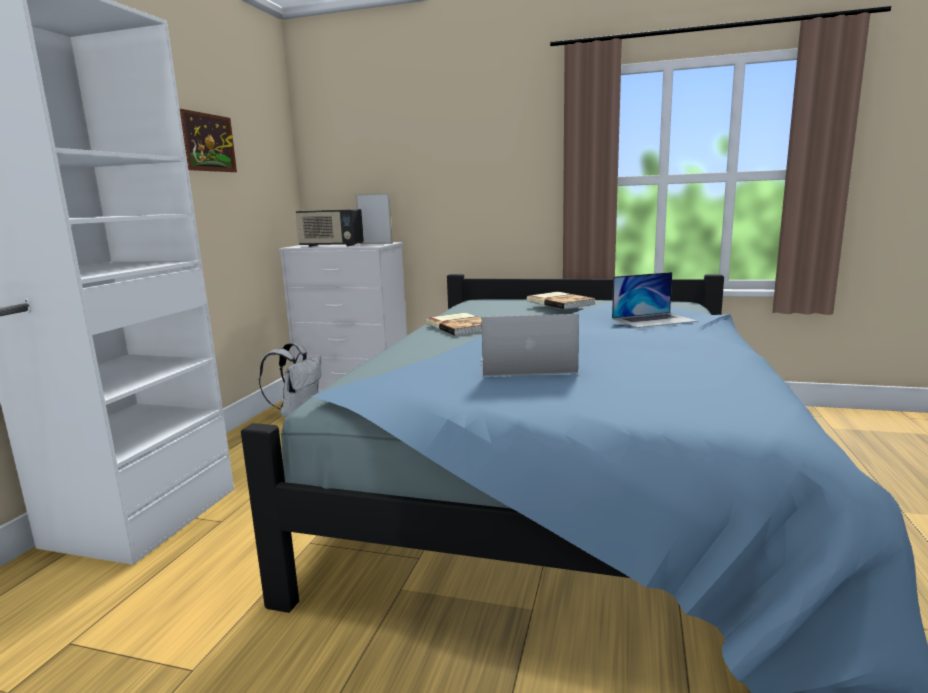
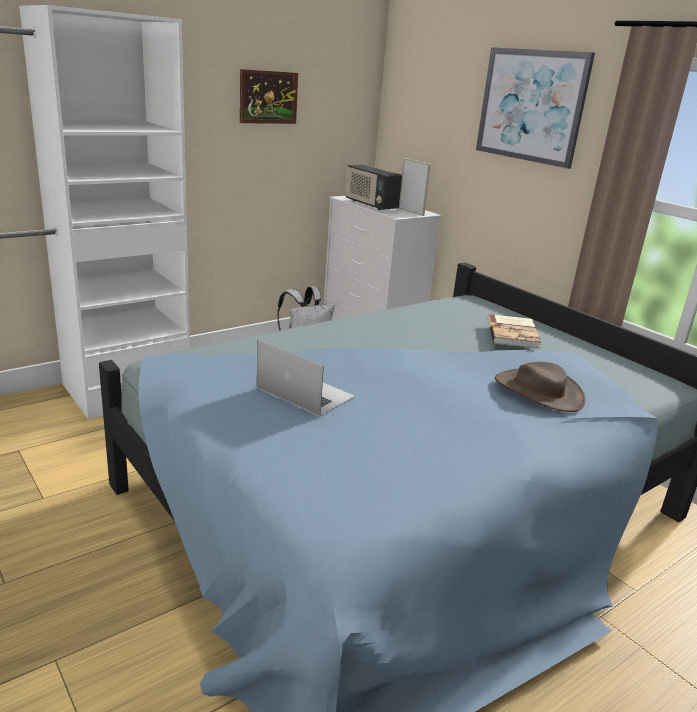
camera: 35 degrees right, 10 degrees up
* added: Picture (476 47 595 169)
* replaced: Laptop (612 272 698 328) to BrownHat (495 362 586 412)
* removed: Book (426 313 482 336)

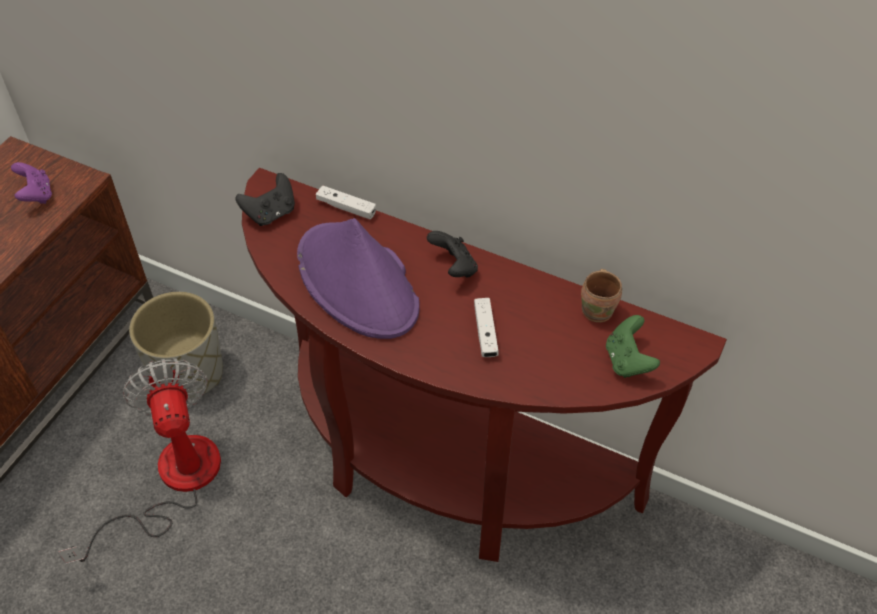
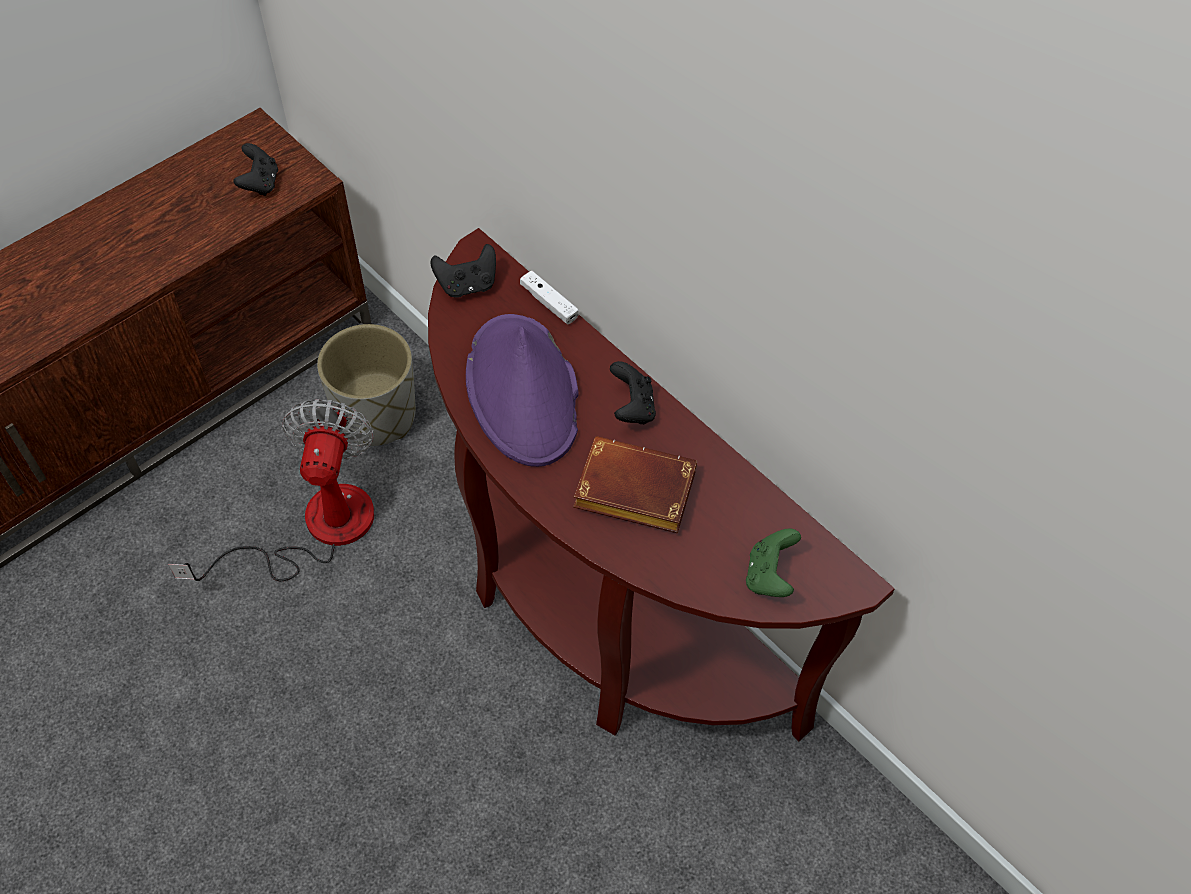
camera: 20 degrees right, 5 degrees up
* recoloured: PurpleGameController (11 162 52 204) to BlackGameController (233 143 278 196)
* replaced: WhiteGameController (474 298 499 357) to BrownBook (573 436 697 533)
* removed: BrownMug (581 269 622 322)

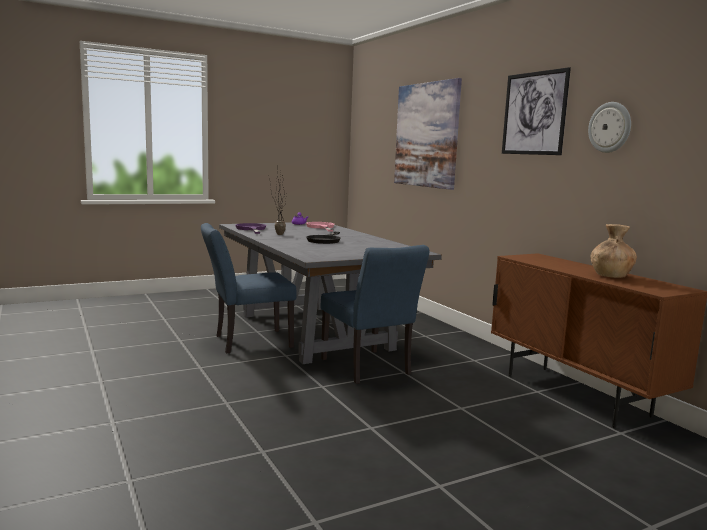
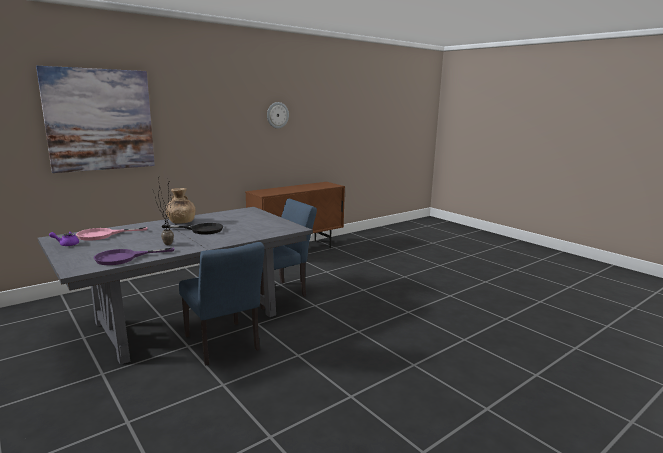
camera: 100 degrees left, 5 degrees up
* moved: BrownVase (591 224 637 278) to (166 188 195 224)
* removed: Picture (502 67 571 155)

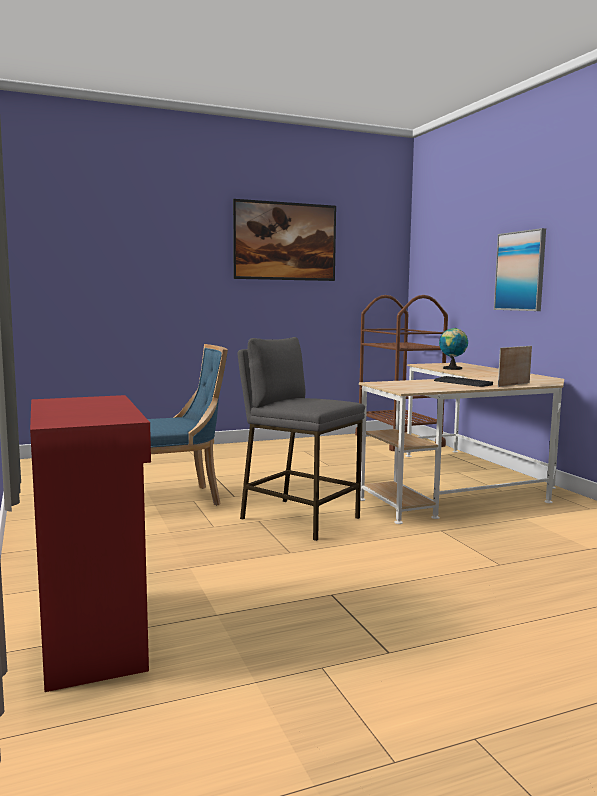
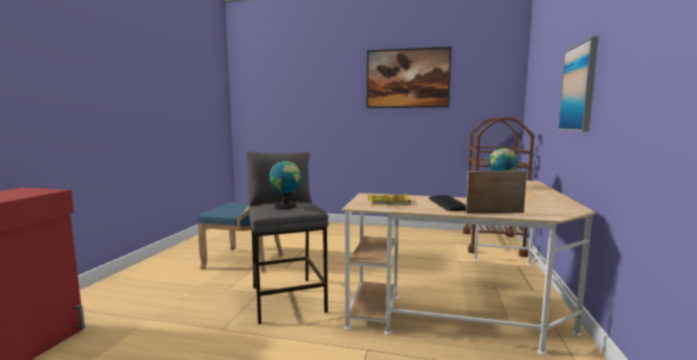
camera: 35 degrees right, 0 degrees up
* added: Globe (269 160 302 209)
* added: Book (368 194 411 205)

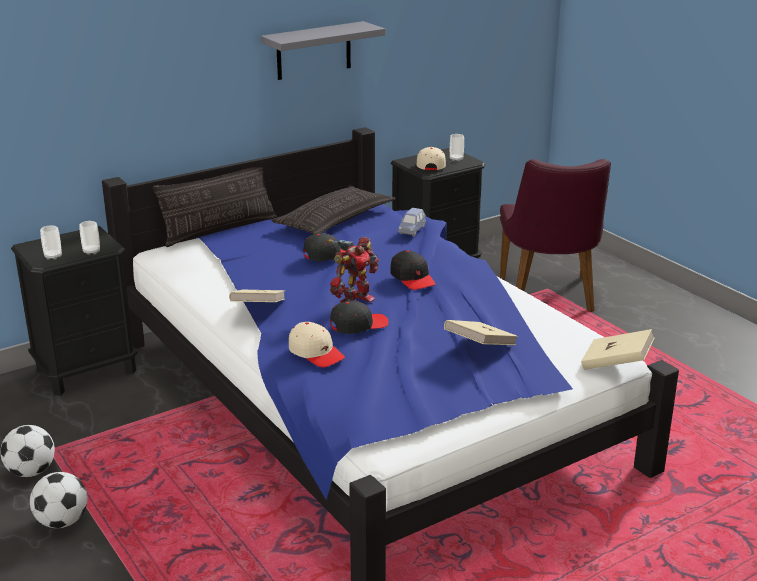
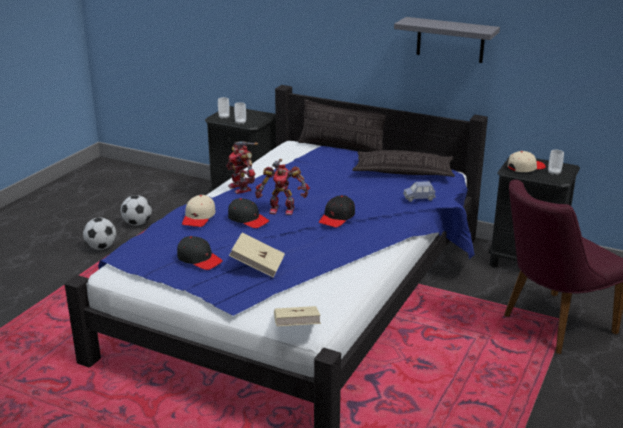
camera: 60 degrees right, 0 degrees up
* moved: BlackCap (303 233 346 261) to (177 236 223 270)
* replaced: BeigeBook (229 290 285 302) to ToyRobot (226 142 258 194)

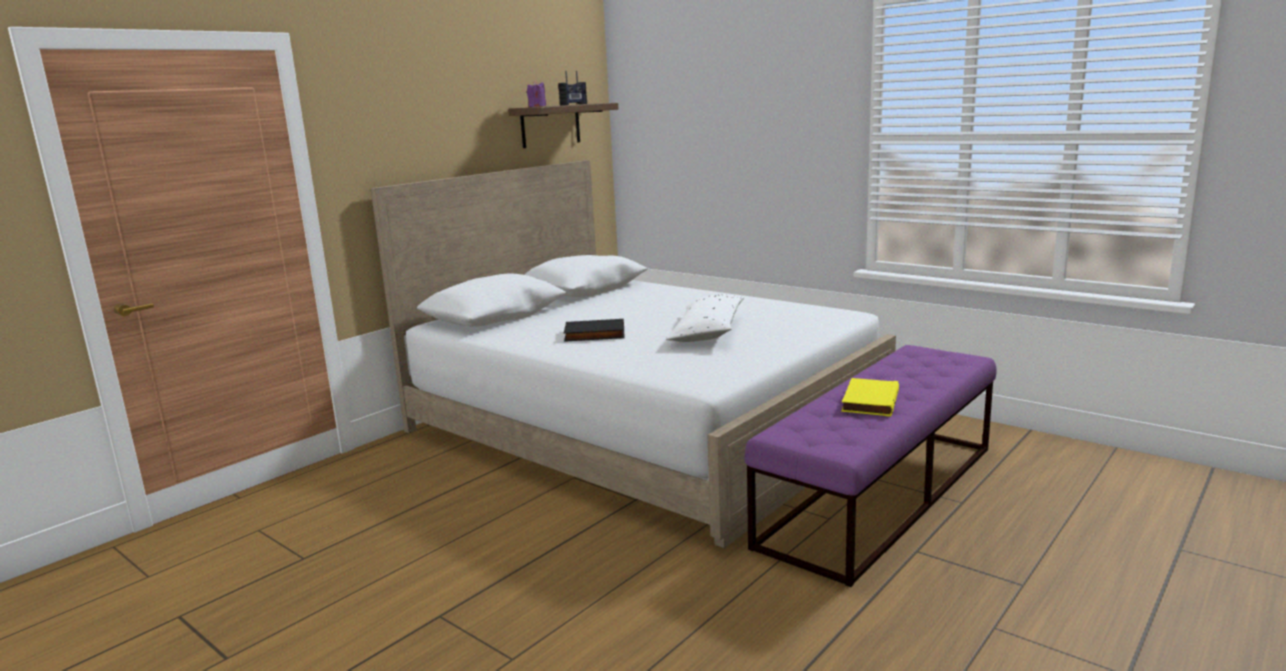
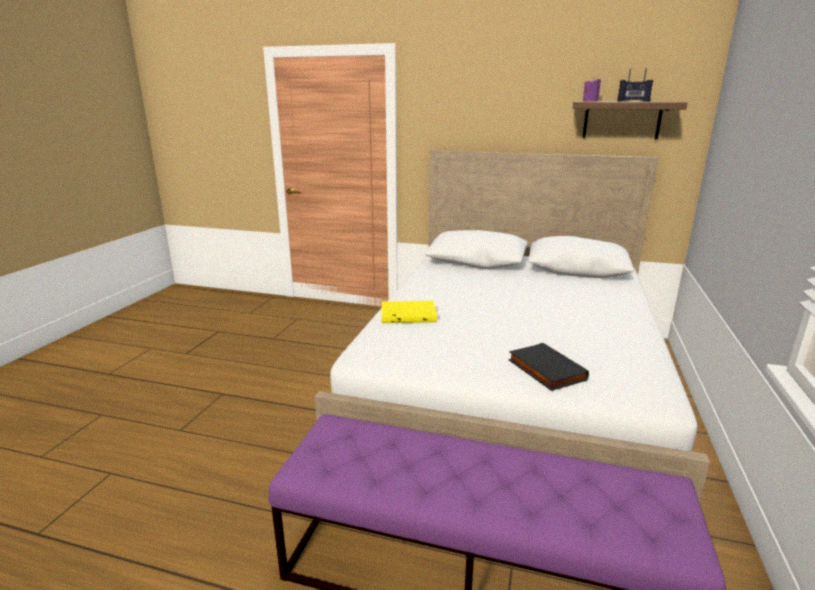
camera: 65 degrees right, 5 degrees up
* moved: YellowBook (841 378 899 417) to (382 301 437 323)
* moved: BlackBook (564 319 624 342) to (508 343 589 391)
* removed: WhitePillow (666 294 744 342)

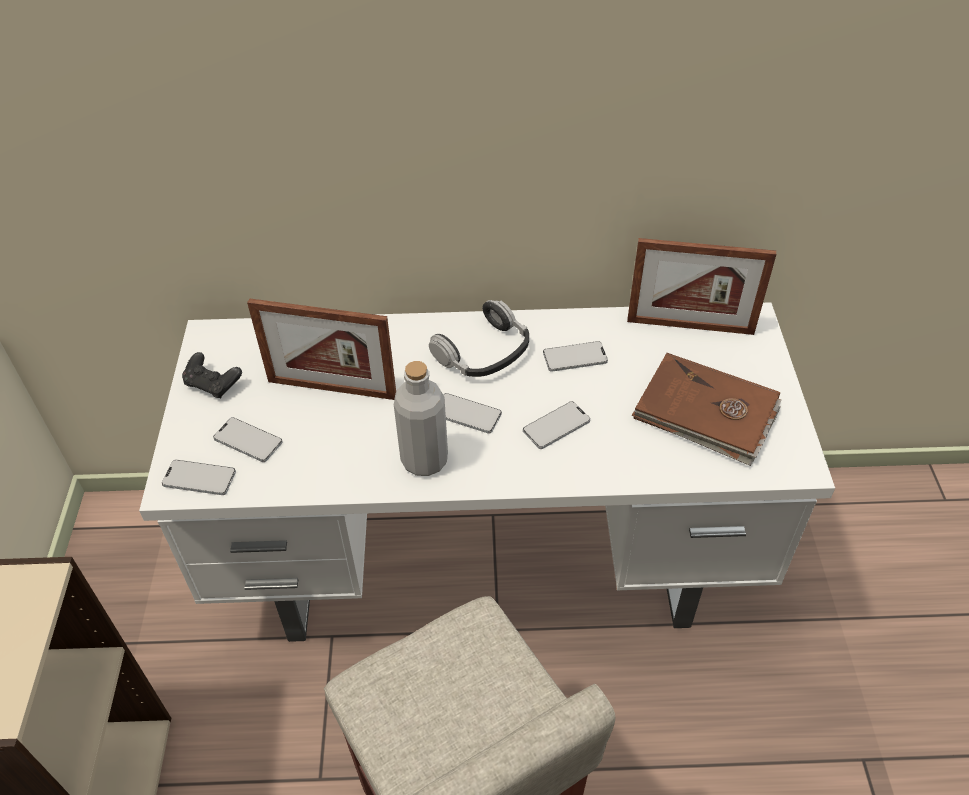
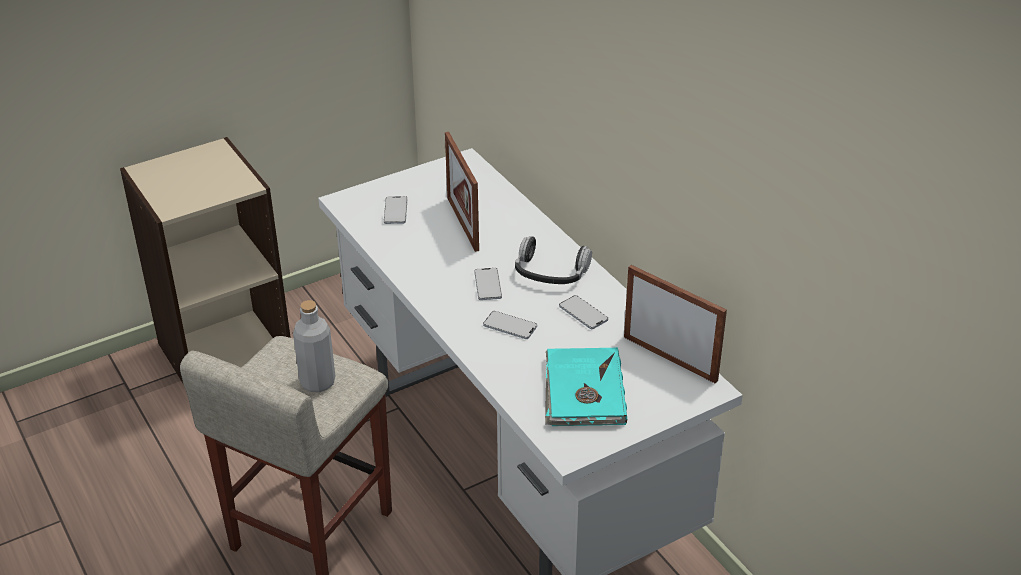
camera: 60 degrees right, 10 degrees down
* moved: GreyBottle (394 361 448 476) to (293 300 336 392)
* recoloured: BrownBook (631 353 781 466) to TurquoiseBook (545 347 627 426)
* turned: PictureFrame (627 238 776 335) = (624 265 727 384) 150 degrees clockwise
* removed: Phone (162 460 236 495)
* removed: BlackGameController (182 352 242 398)

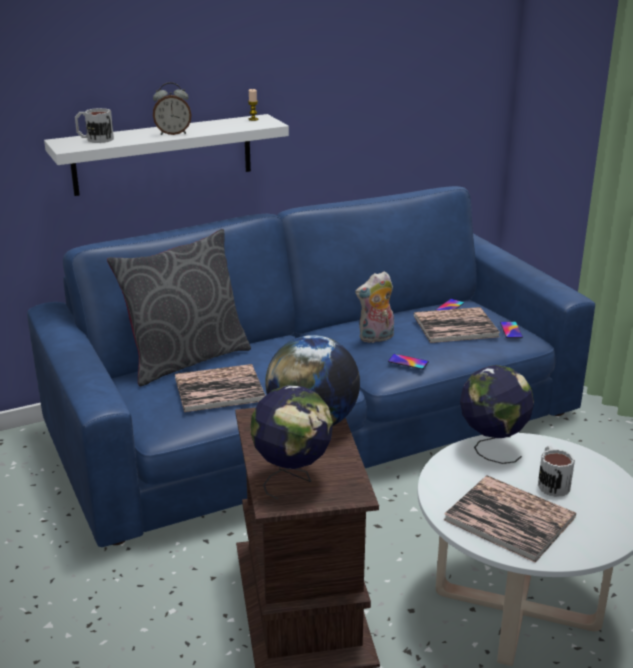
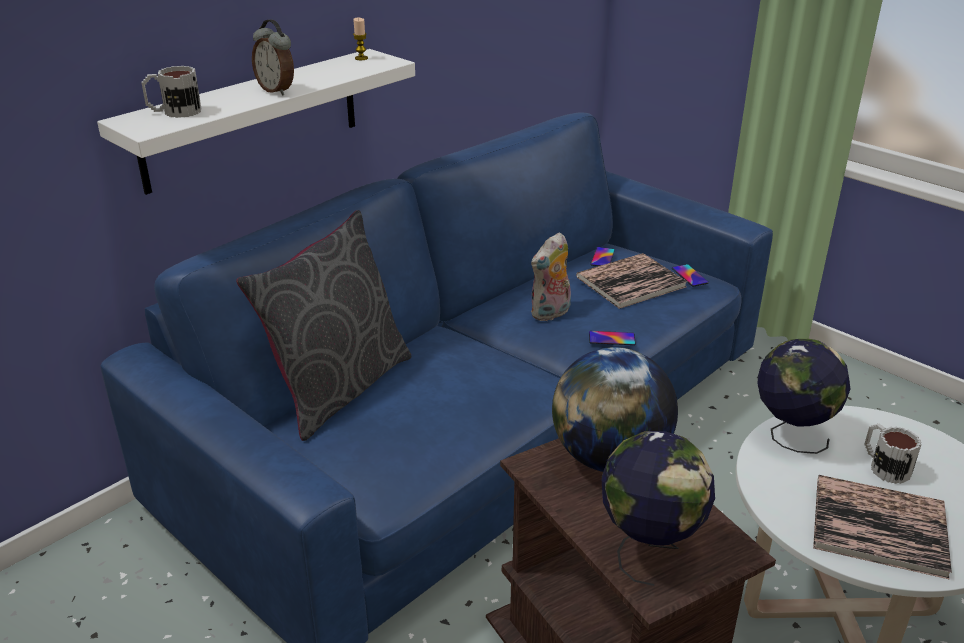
camera: 20 degrees left, 5 degrees up
* turned: AlarmClock (153 82 191 135) = (252 19 294 95) 75 degrees clockwise
* removed: Book (175 364 266 412)

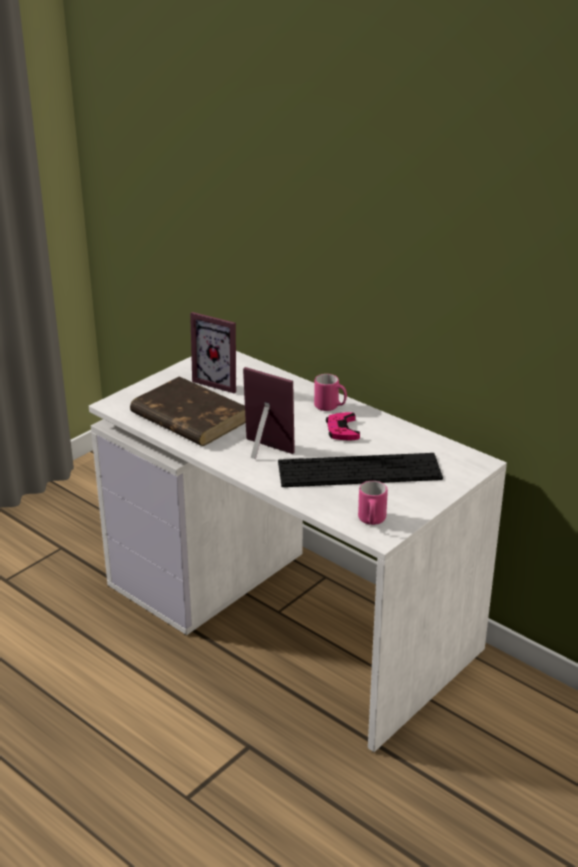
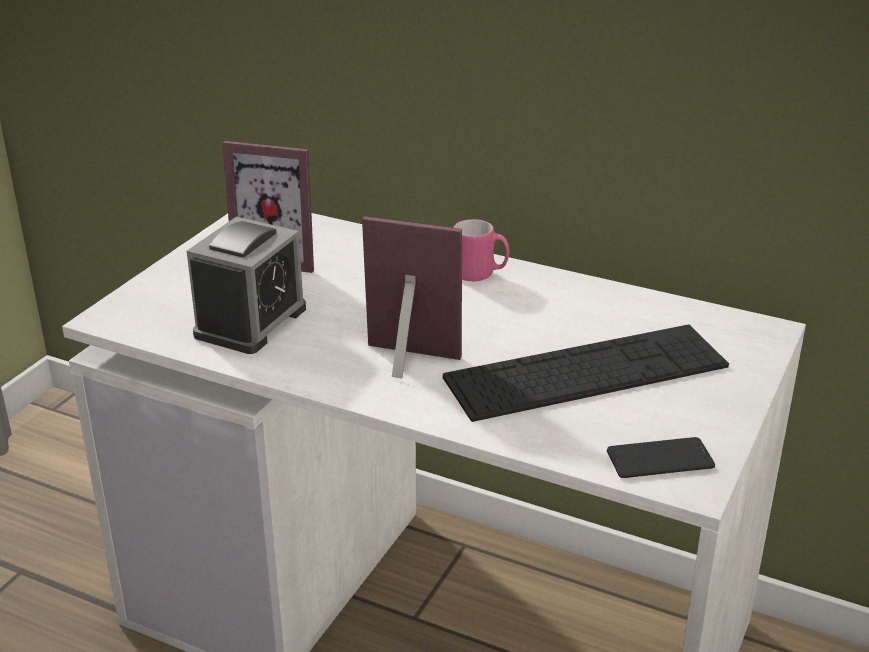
camera: 15 degrees left, 0 degrees up
* replaced: BrownBook (130 376 246 446) to AlarmClock (187 217 306 354)
* replaced: PinkMug (358 481 388 525) to Phone (607 437 715 478)
* removed: PinkGameController (326 412 360 440)

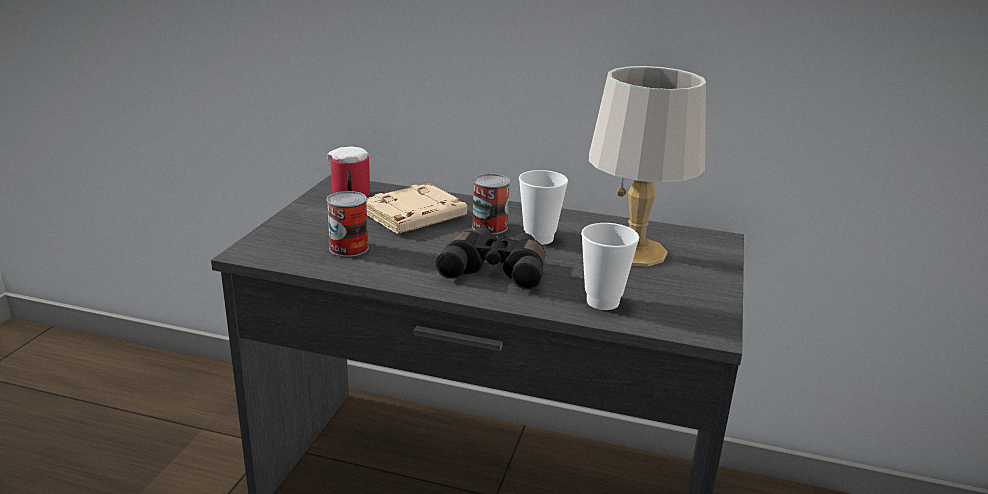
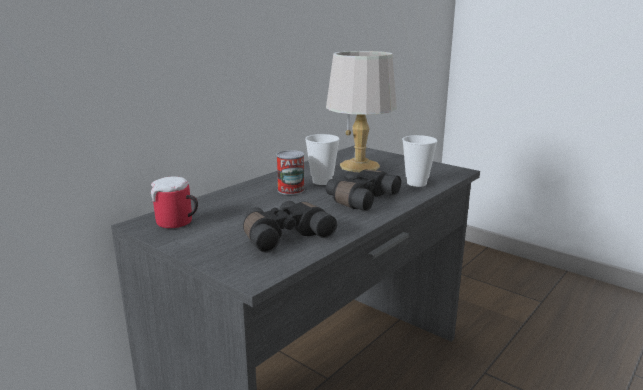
camera: 65 degrees left, 5 degrees down
* replaced: Can (327 191 369 257) to BlackBinoculars (243 201 337 253)
* removed: BeigeBook (366 183 467 234)

